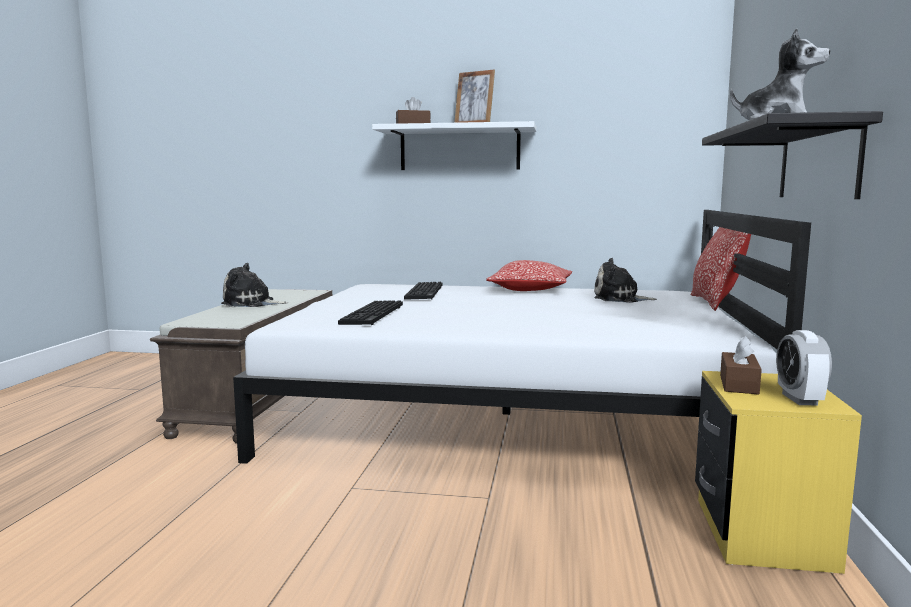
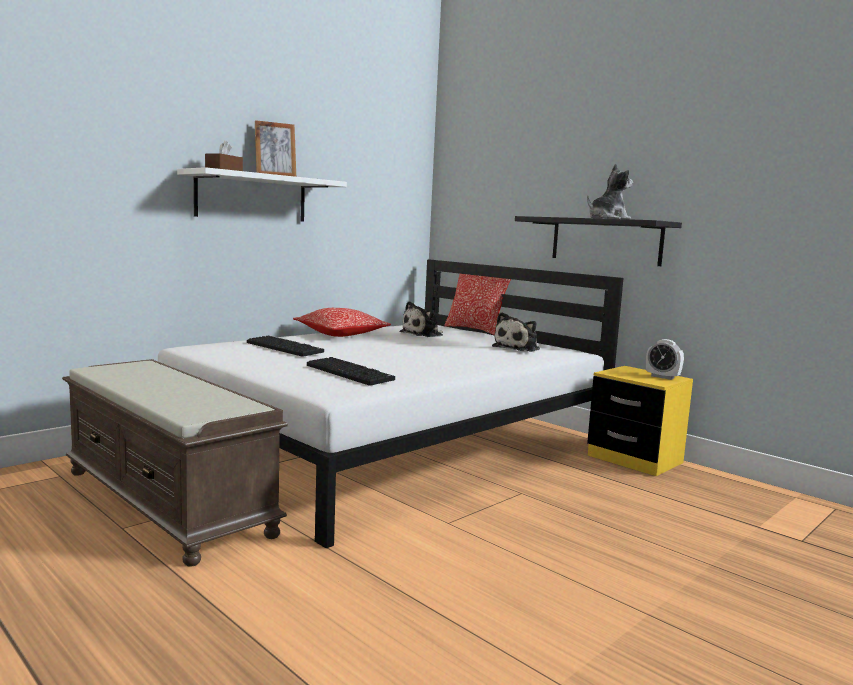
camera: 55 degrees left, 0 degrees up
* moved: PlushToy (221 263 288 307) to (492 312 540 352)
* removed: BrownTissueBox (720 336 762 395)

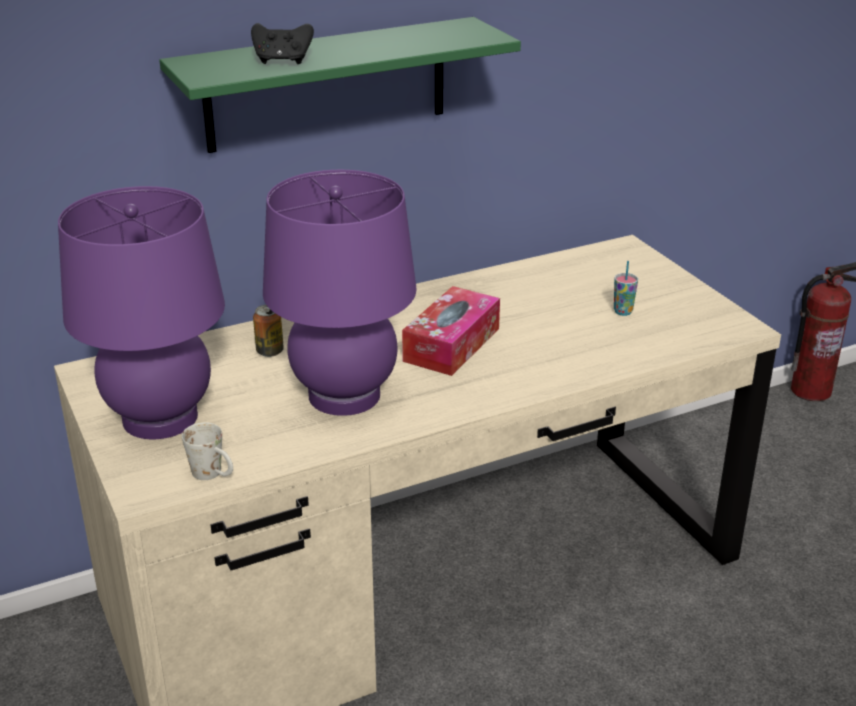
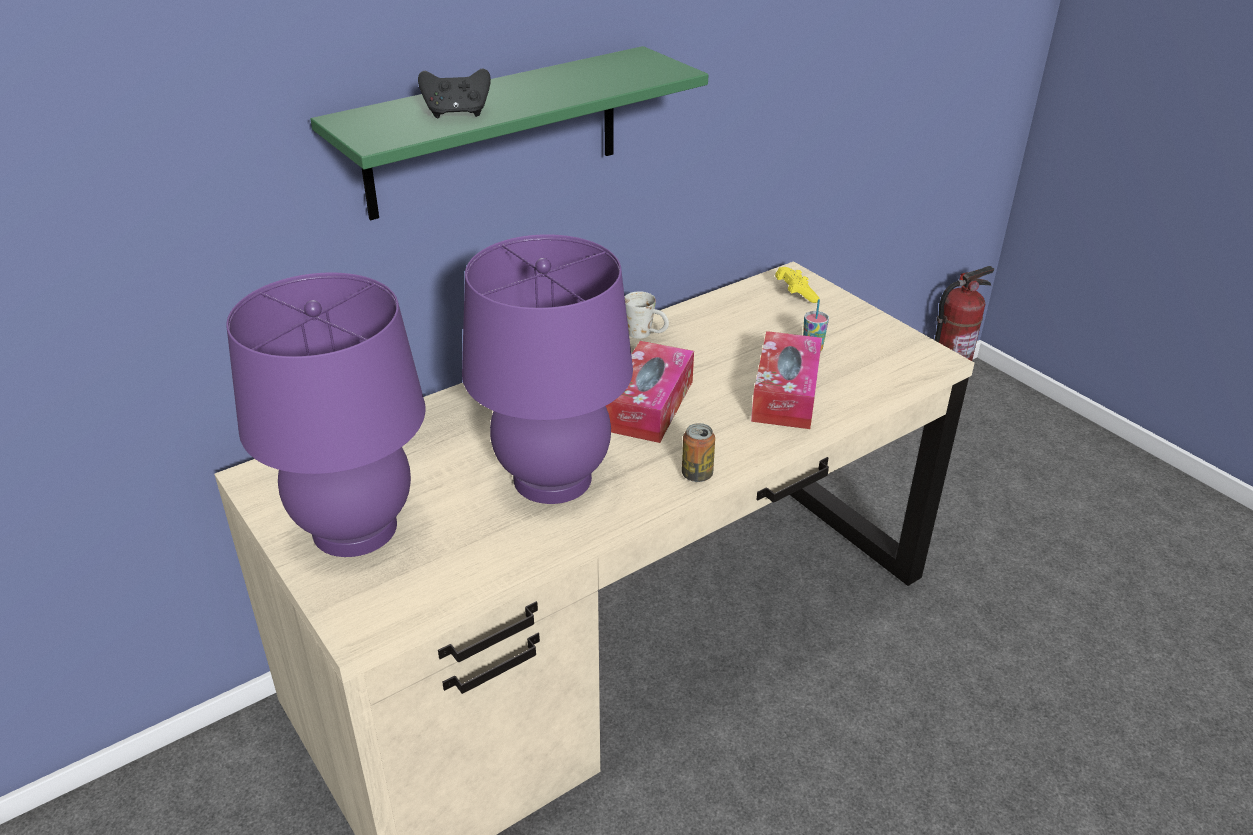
camera: 10 degrees left, 5 degrees up
* moved: WhiteMug (182 422 233 480) to (625 291 669 339)
* moved: Can (253 305 284 357) to (682 423 715 482)
* added: TissueBox (751 331 822 429)
* added: YellowGameController (775 267 820 303)

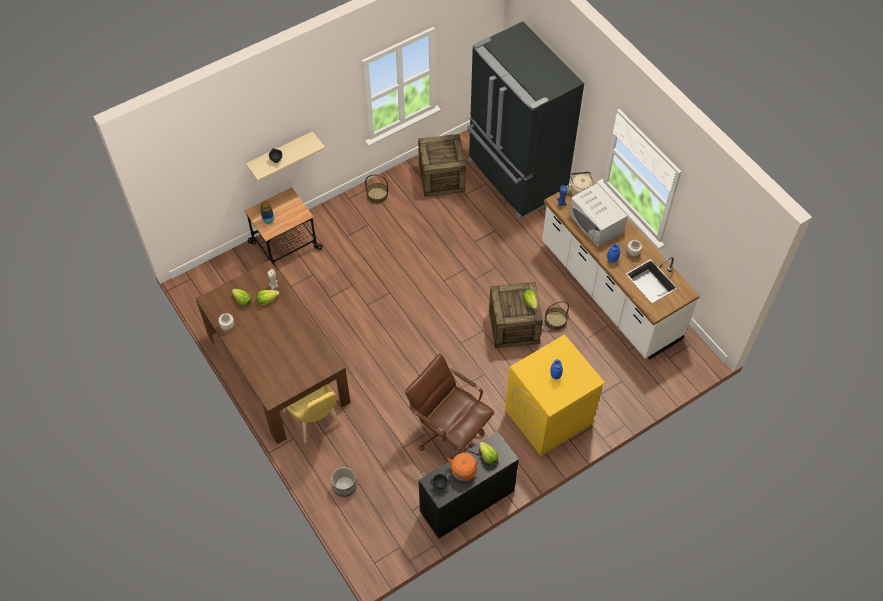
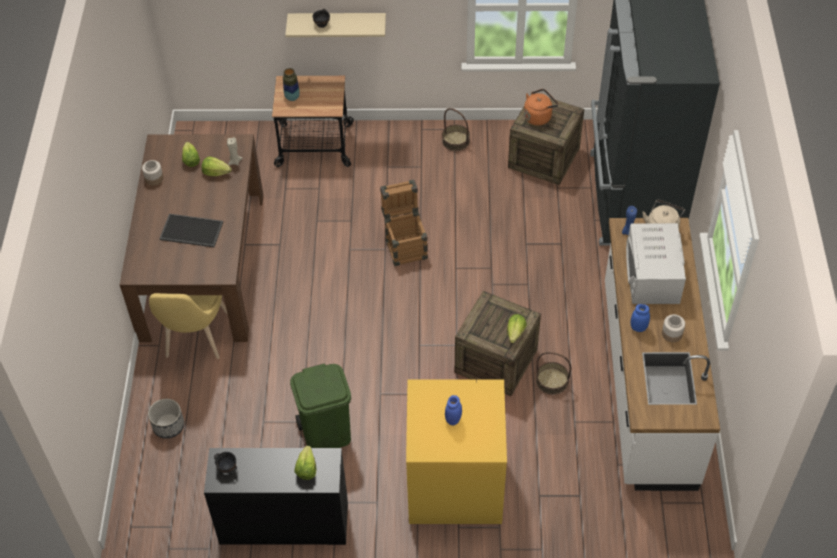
camera: 35 degrees right, 5 degrees down
* added: Tray (159 214 223 247)
* replaced: BrownOfficeChair (405 354 494 455) to GreenTrashCan (290 363 351 448)
* added: Crate (380 179 428 266)
* moved: OrangeKettle (447 447 481 481) to (524 89 558 126)

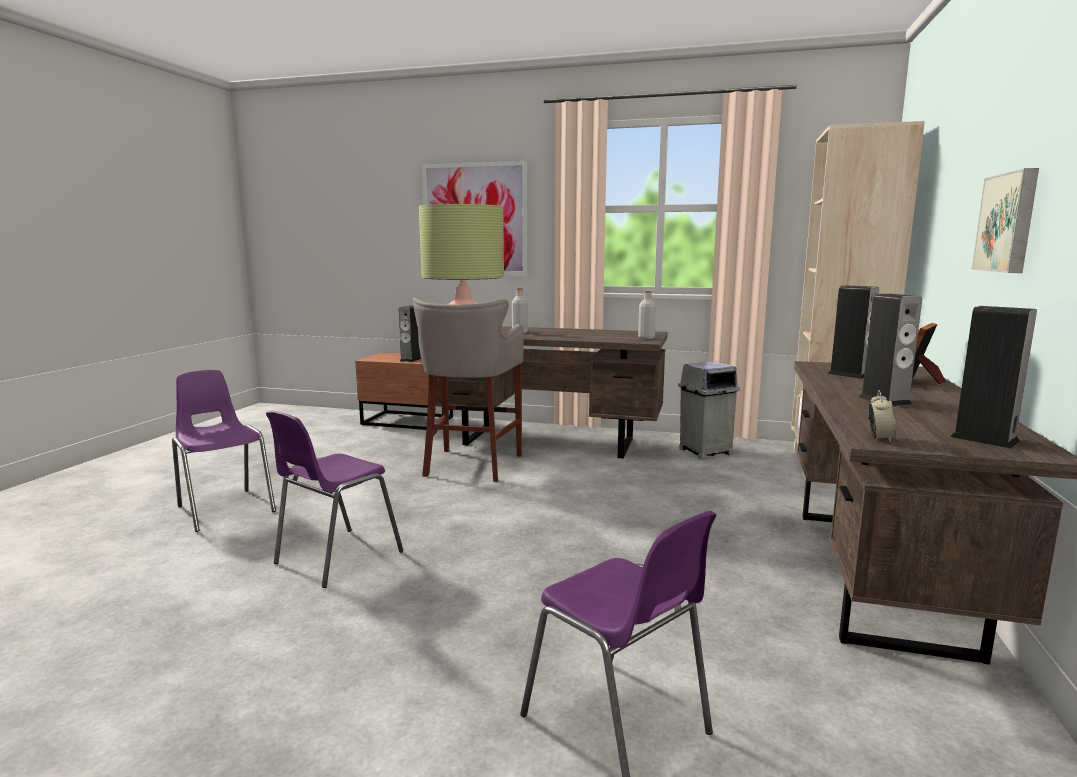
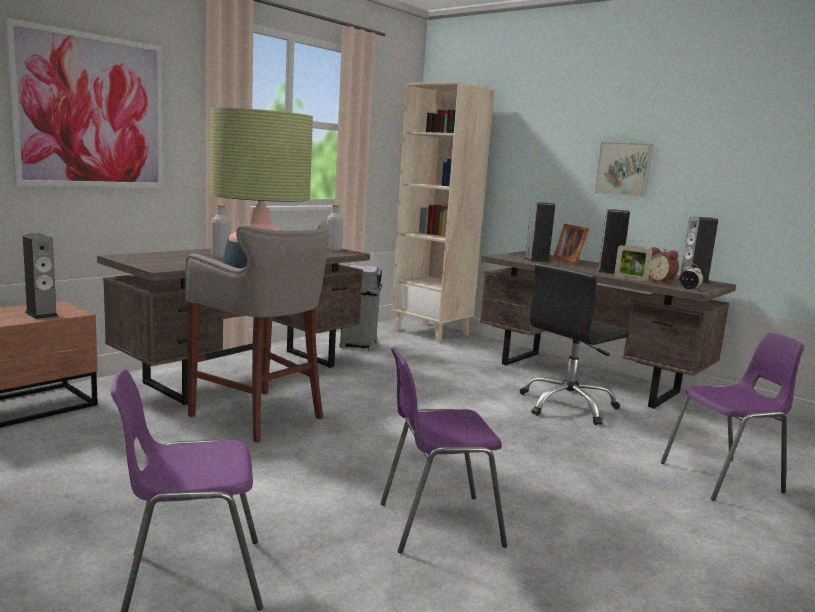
camera: 65 degrees left, 0 degrees up
* turned: PurpleChair (266 411 403 588) = (380 347 507 553) 105 degrees clockwise
* added: BlackOfficeChair (519 263 629 425)
* added: PictureFrame (614 245 652 282)
* added: AlarmClock (648 247 679 283)

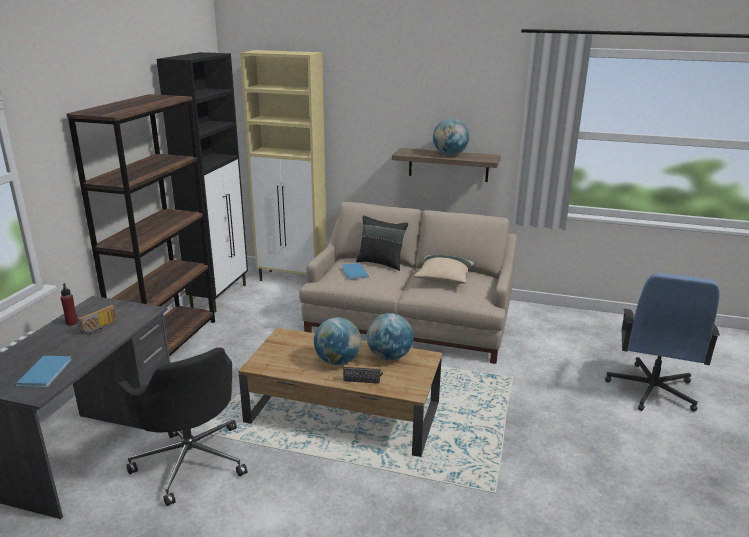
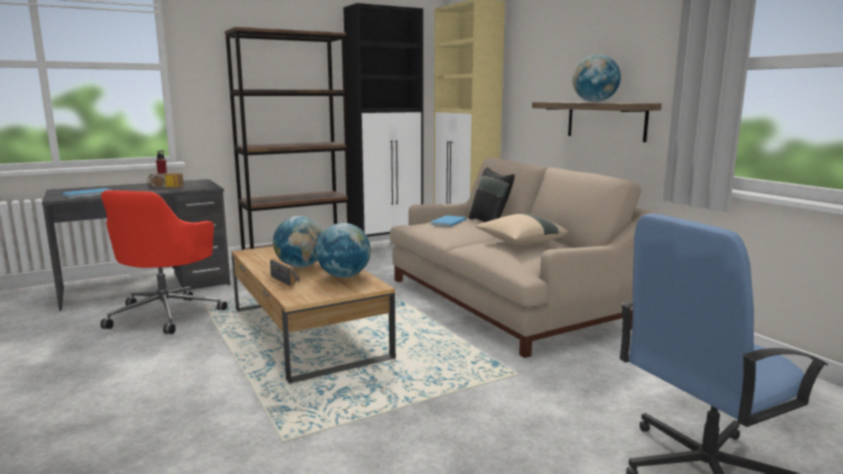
camera: 45 degrees right, 10 degrees down
* recoloured: BlackOfficeChair (118 347 247 506) to RedOfficeChair (100 190 227 334)

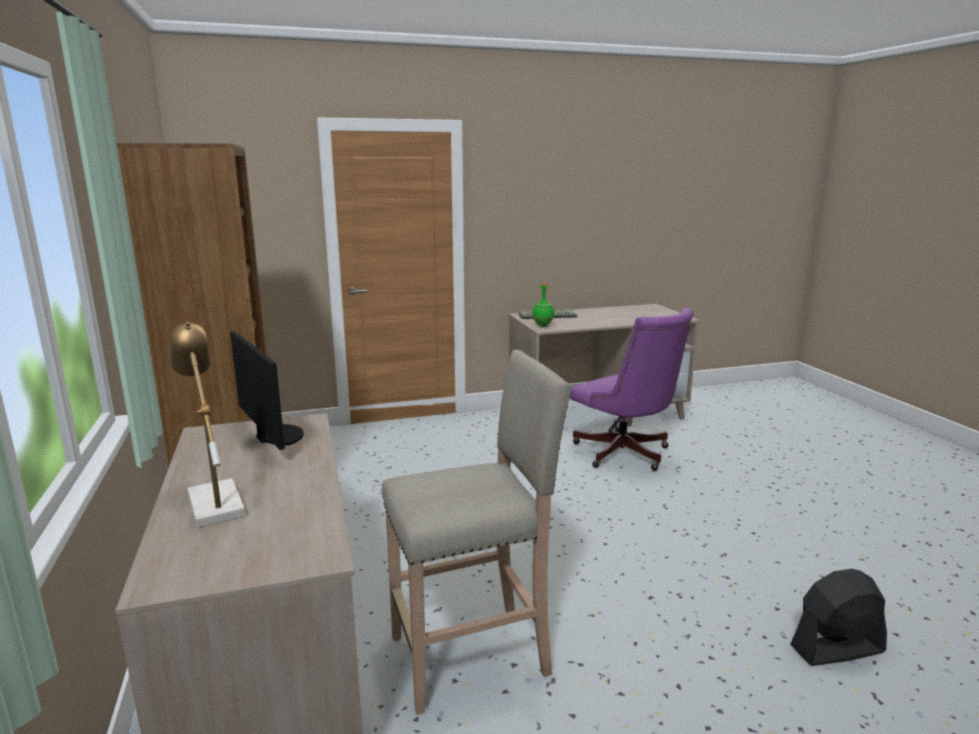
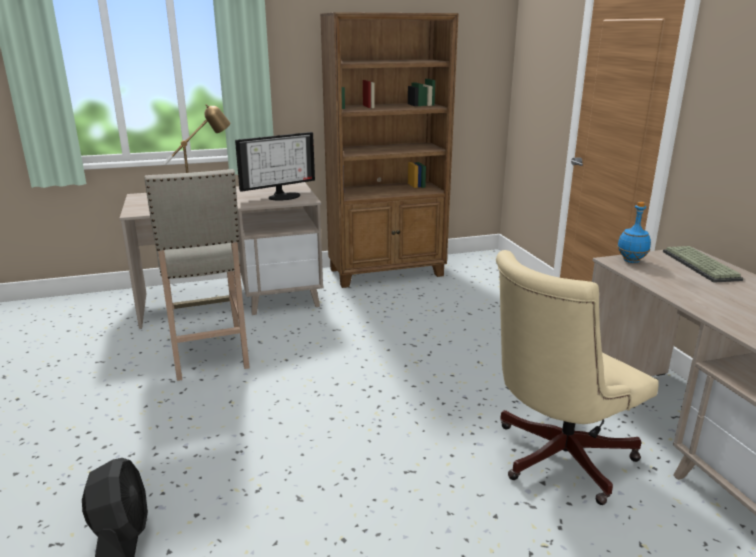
camera: 90 degrees right, 5 degrees up
* recoloured: PurpleOfficeChair (570 308 694 471) to BeigeOfficeChair (496 250 659 505)
* recoloured: GreenBottle (532 283 554 327) to BlueBottle (617 202 651 263)

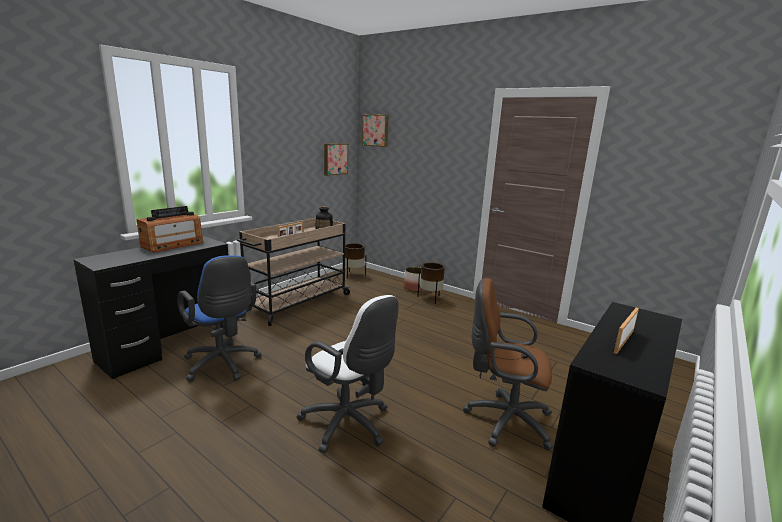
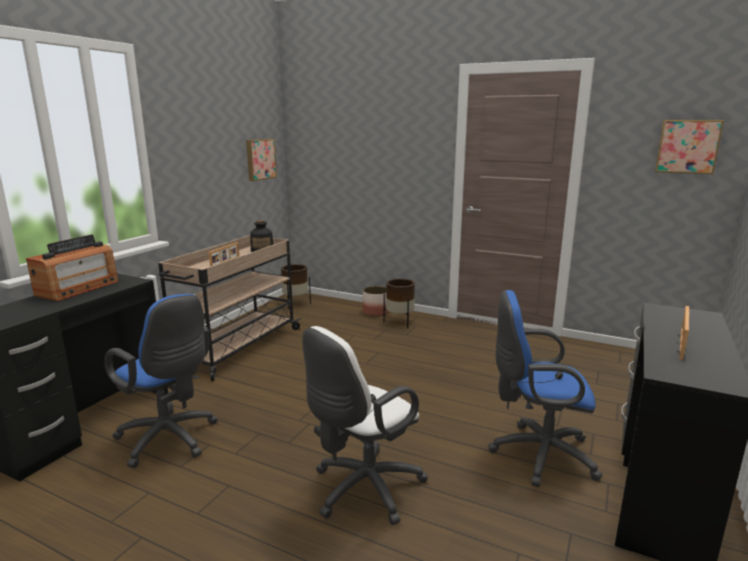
camera: 10 degrees left, 0 degrees up
* turned: WhiteOfficeChair (297 295 399 453) = (302 326 428 525) 105 degrees clockwise
* recoloured: BrownOfficeChair (463 278 554 450) to BlueOfficeChair (488 290 602 487)
* moved: Picture (362 114 389 147) to (655 120 724 174)

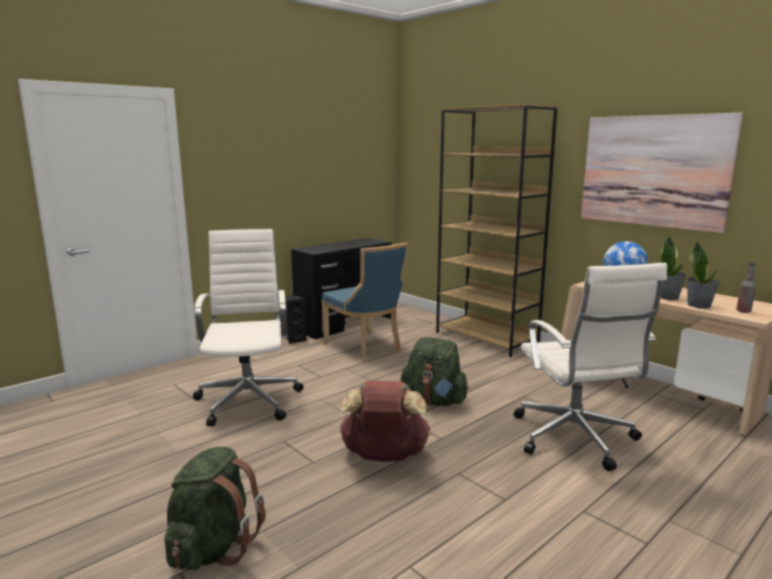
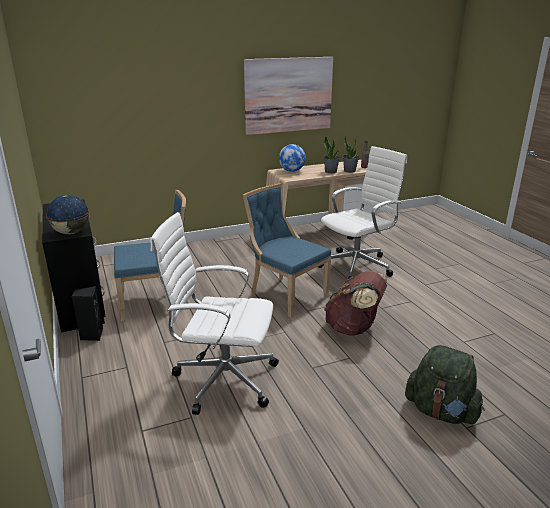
camera: 70 degrees left, 10 degrees up
* added: Globe (46 195 90 234)
* replaced: GreenBackpack (401 337 469 406) to BlueChair (243 184 331 318)
* turned: WhiteOfficeChair (514 263 667 471) = (318 146 407 279) 45 degrees counterclockwise
* removed: BrownBookcase (436 104 557 357)

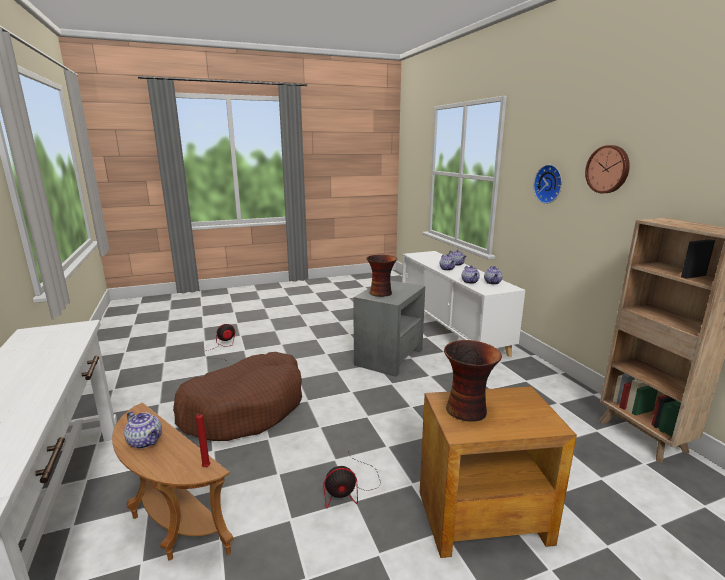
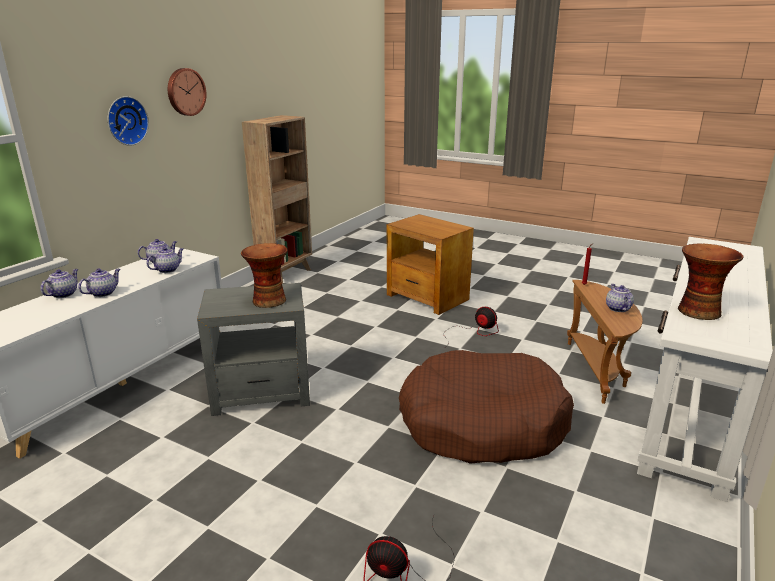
camera: 130 degrees left, 5 degrees up
* moved: Vase (444 340 502 421) to (678 244 743 320)

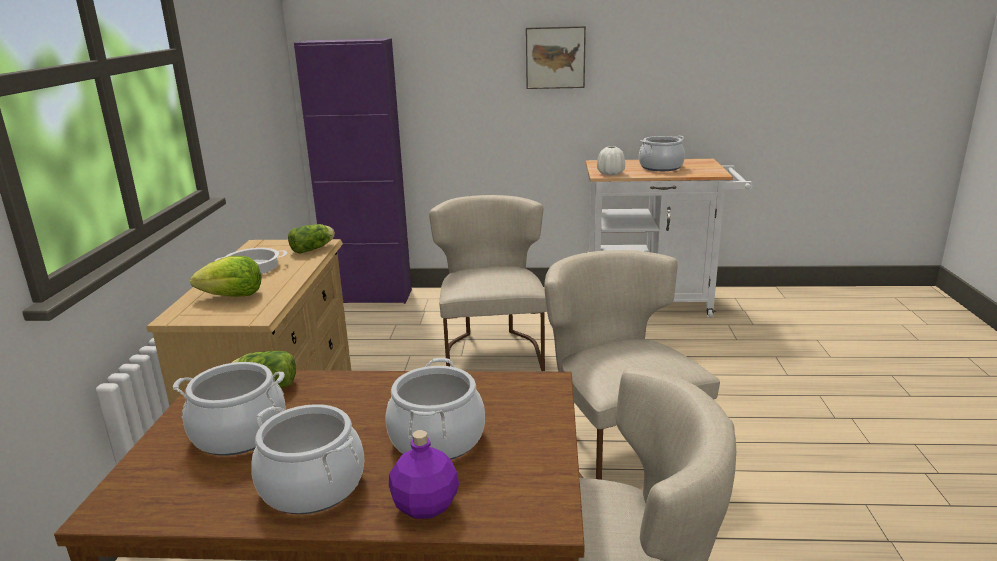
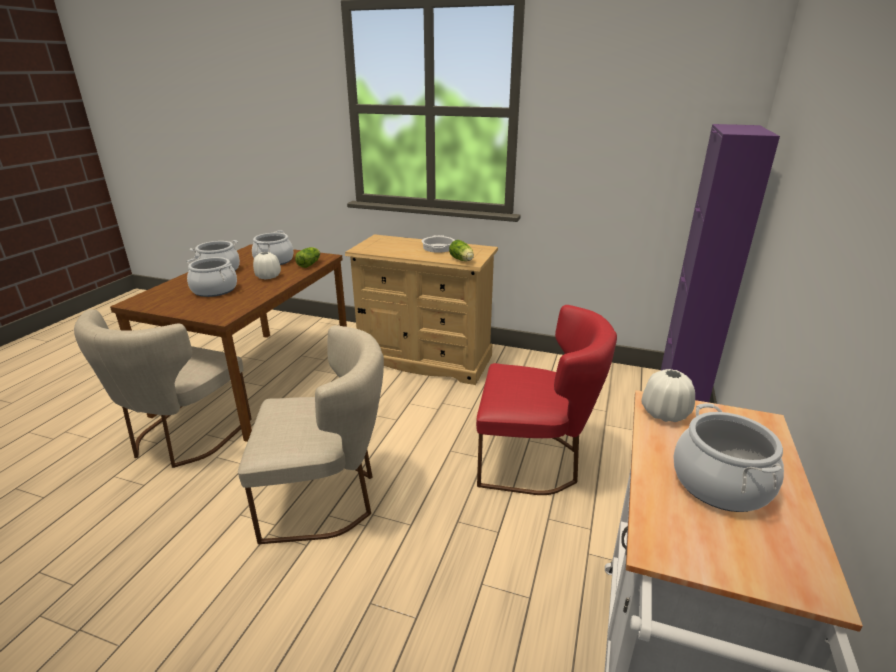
camera: 105 degrees right, 5 degrees up
* added: WhiteVase (253 252 281 279)
* recoloured: BeigeChair (429 195 547 371) to RedChair (476 305 617 495)
* removed: Lettuce (190 256 262 297)
* removed: PurpleBottle (389 430 459 519)
* removed: Picture (526 26 586 89)

